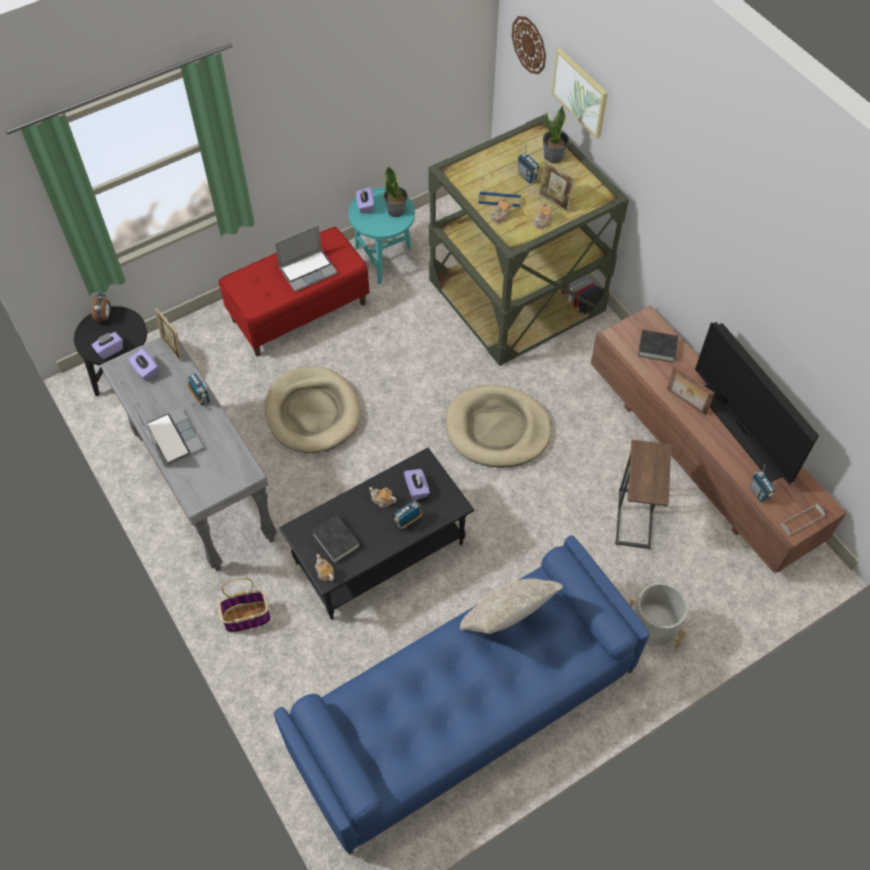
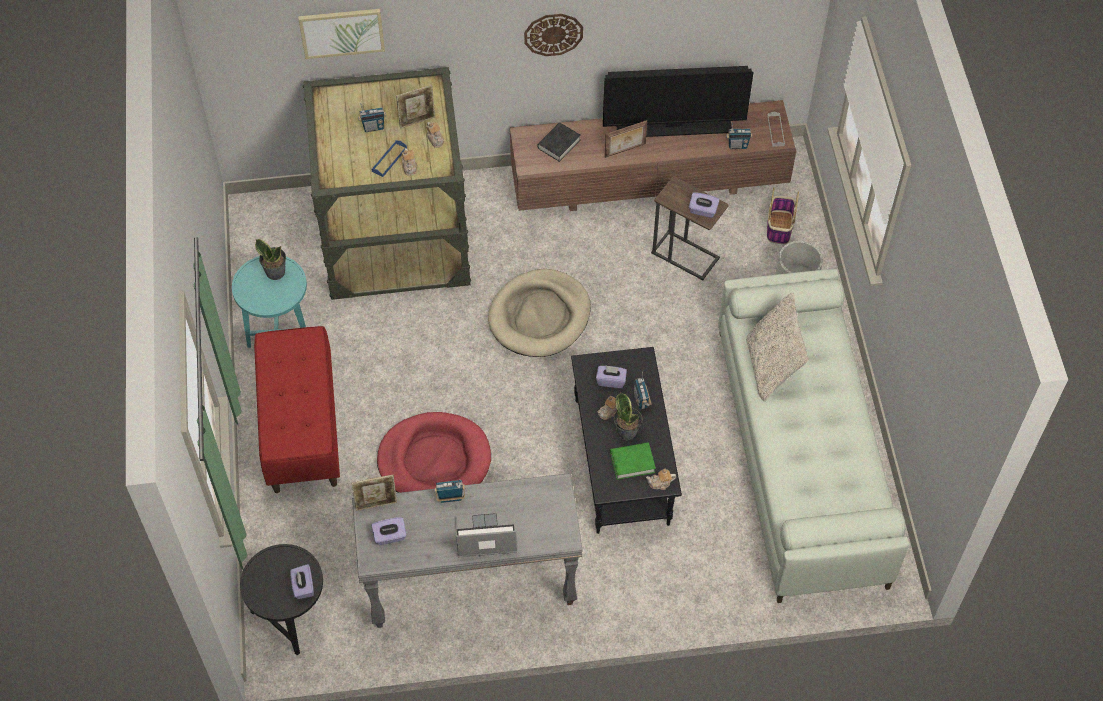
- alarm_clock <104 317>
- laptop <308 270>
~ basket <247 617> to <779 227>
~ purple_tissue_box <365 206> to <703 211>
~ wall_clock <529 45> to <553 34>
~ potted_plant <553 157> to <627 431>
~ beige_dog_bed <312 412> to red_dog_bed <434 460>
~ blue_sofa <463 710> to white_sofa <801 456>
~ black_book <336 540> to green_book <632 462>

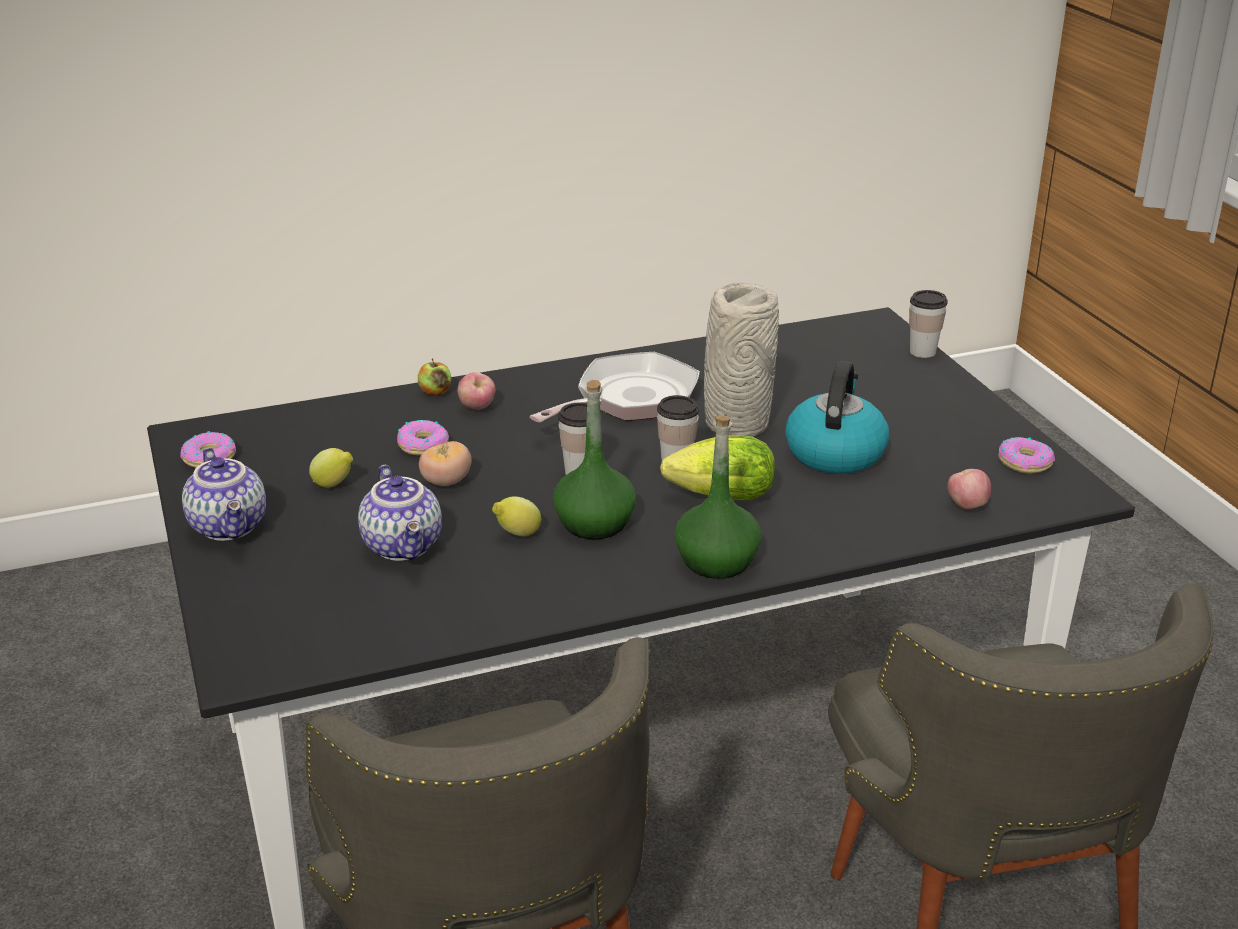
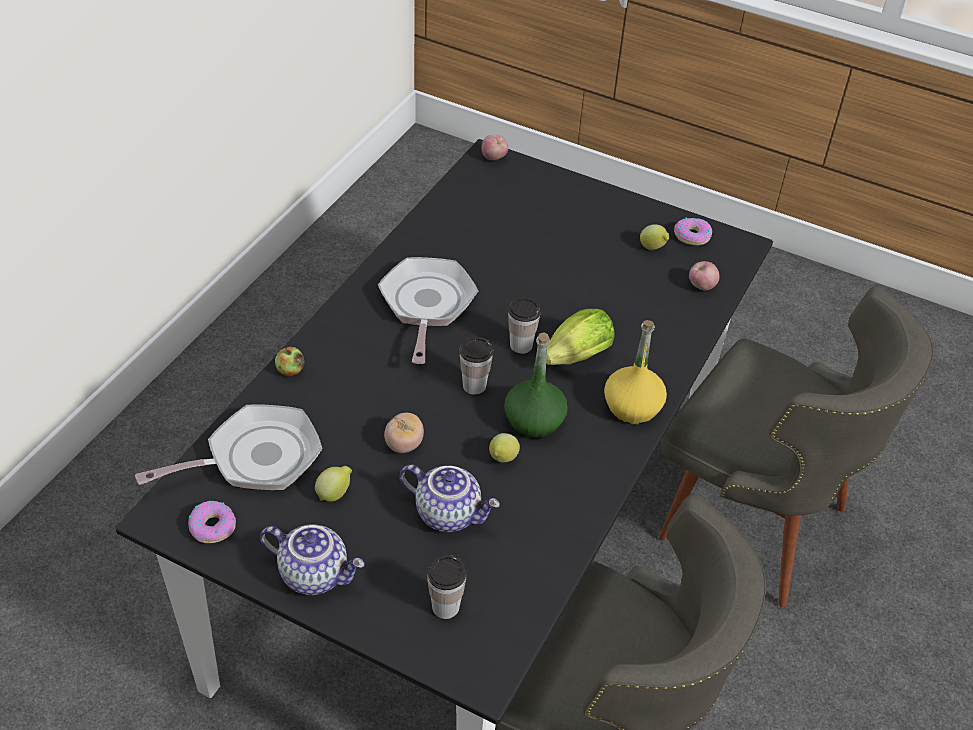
- donut <423 445>
- grey_vase <735 424>
- kettle <835 452>
+ frying_pan <255 458>
+ lemon <653 248>
~ apple <477 408> to <494 158>
~ cup <922 352> to <445 607>
~ green_bottle <717 561> to yellow_bottle <632 407>

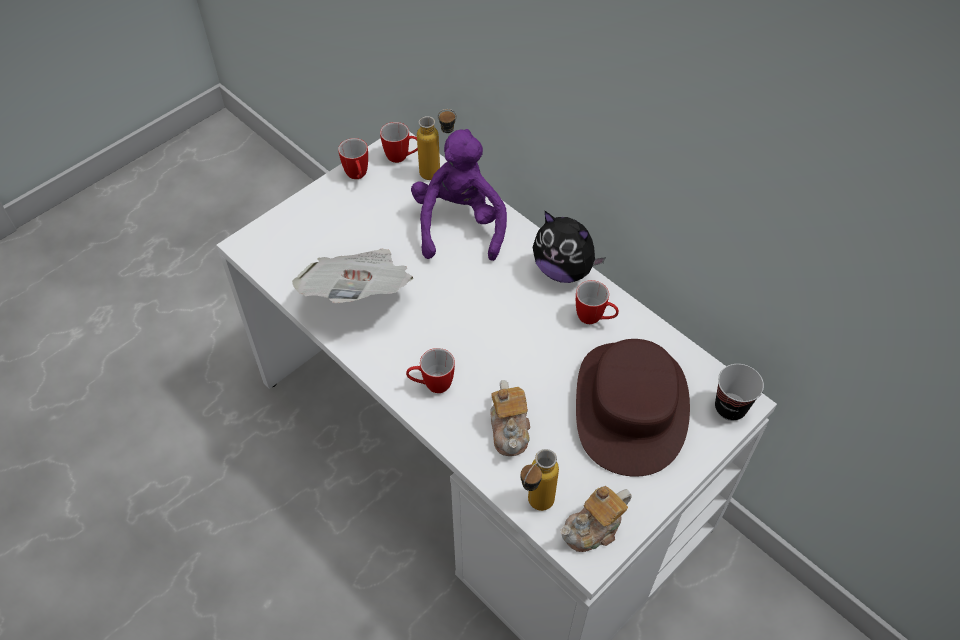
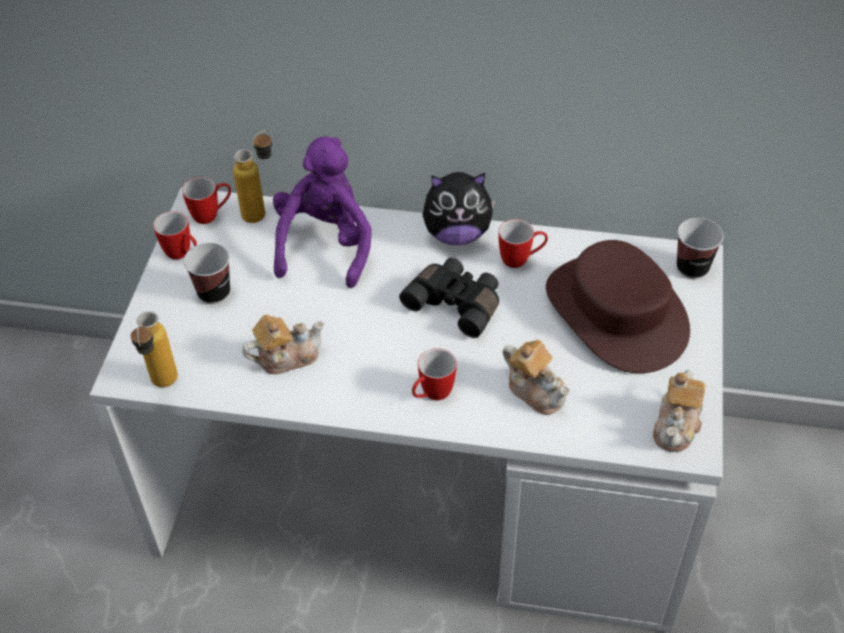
+ cup <214 293>
+ black_binoculars <456 303>
~ bottle <534 508> to <162 387>
~ newspaper <359 293> to teapot <286 356>
~ purple_plush_toy <459 224> = <325 245> 45 degrees clockwise

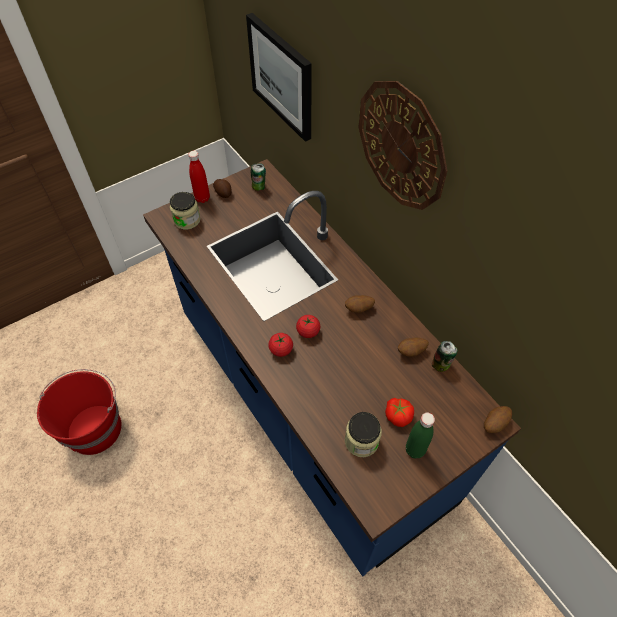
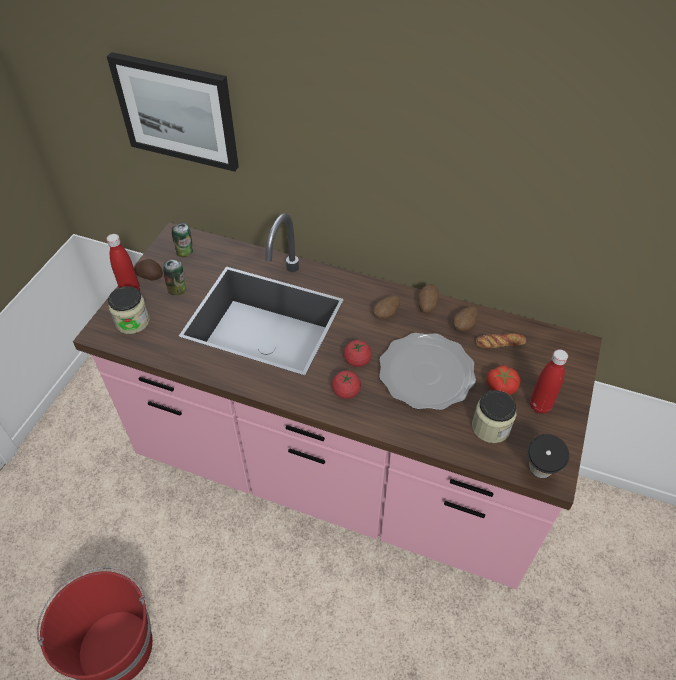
- wall_clock <402 146>
+ plate <425 373>
+ bread <500 343>
+ cup <538 474>
~ can <441 364> to <178 289>
~ potato <494 423> to <426 305>
~ blue_counter <308 407> to pink_counter <338 472>
~ green_bottle <415 450> to red_bottle <540 406>

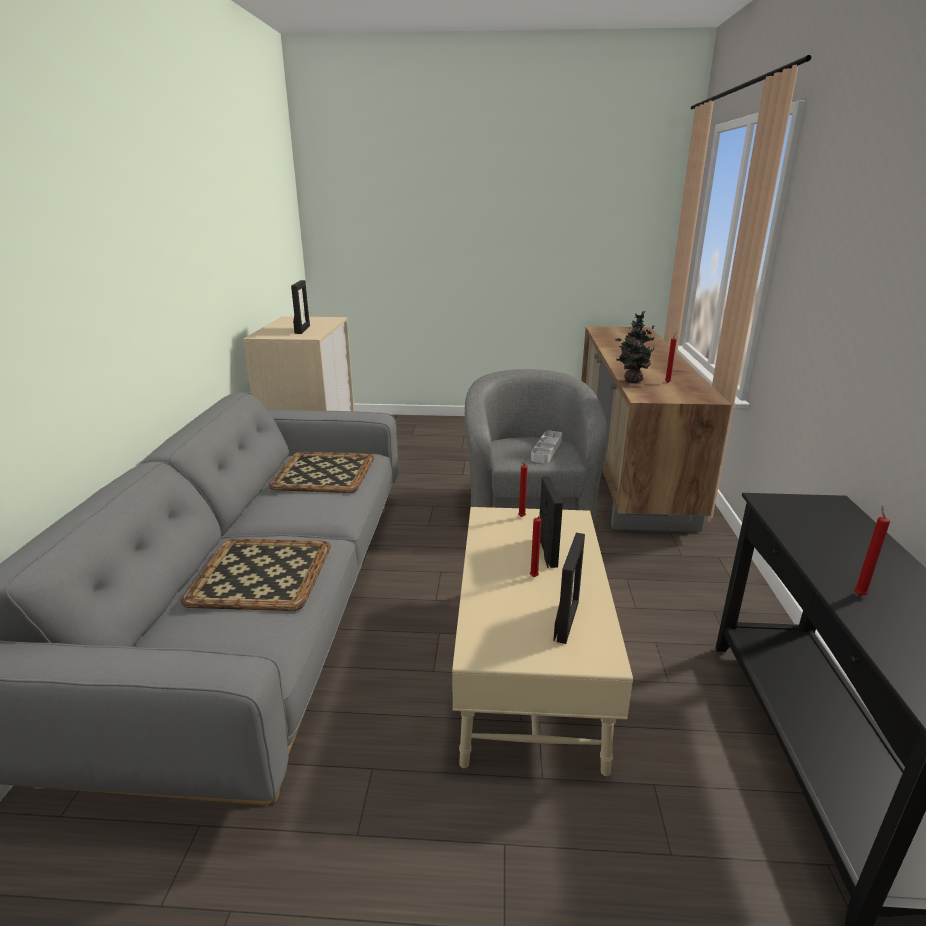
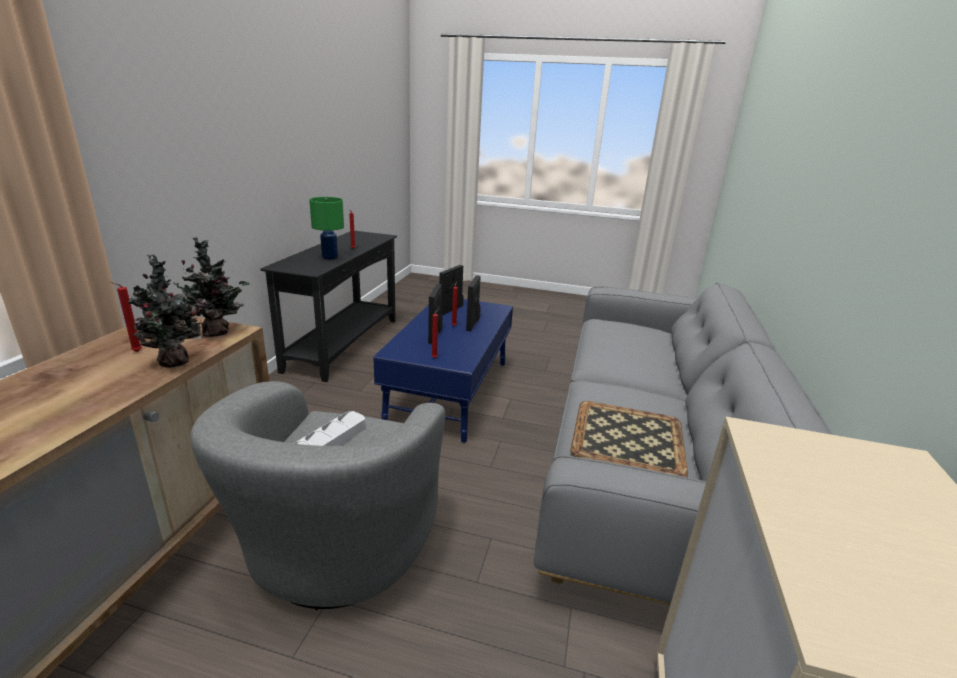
- tray <260 573>
+ potted_plant <218 332>
+ green_table_lamp <331 257>
~ picture_frame <302 329> to <473 324>
~ beige_coffee_table <529 665> to blue_coffee_table <450 392>

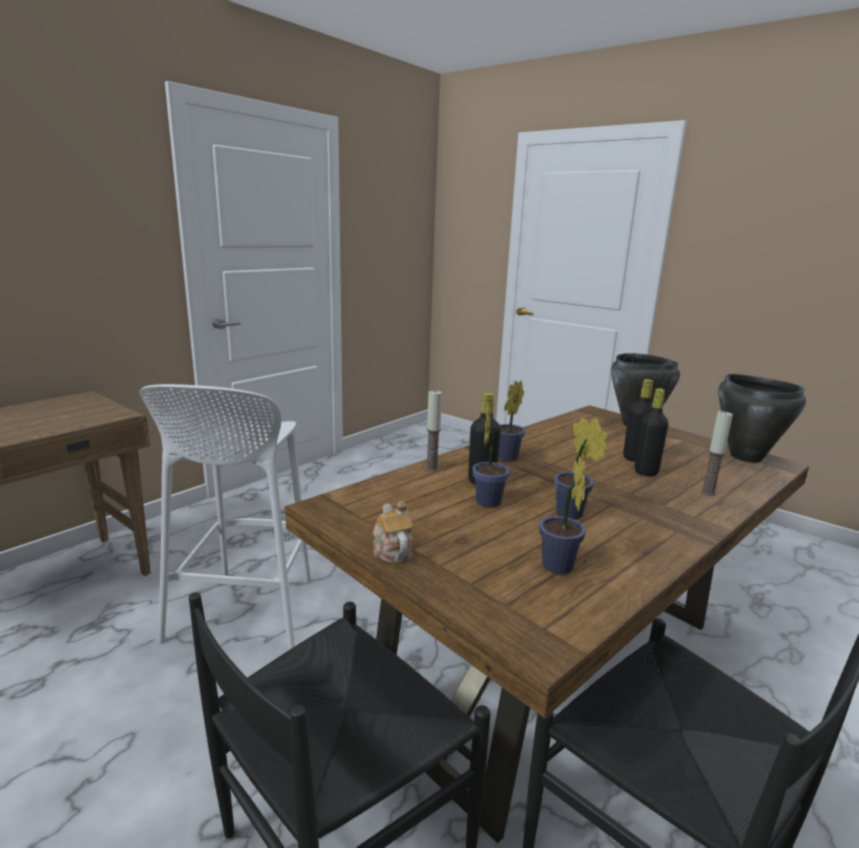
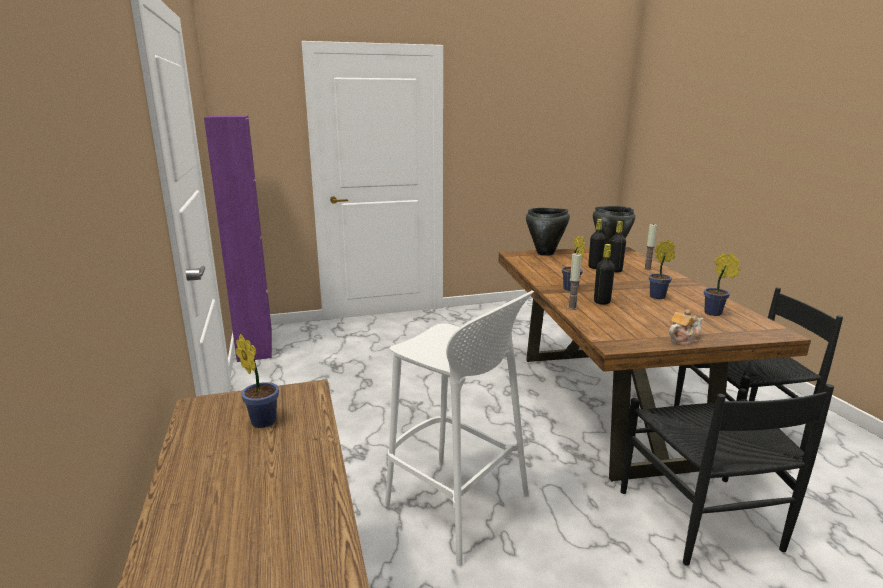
+ purple_cabinet <255 345>
~ potted_plant <488 500> to <262 420>
~ teapot <391 550> = <683 340> 135 degrees clockwise

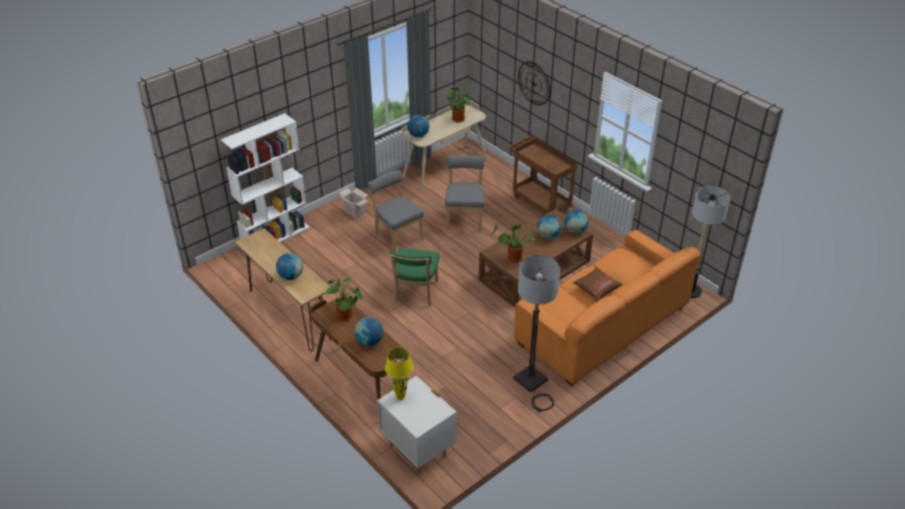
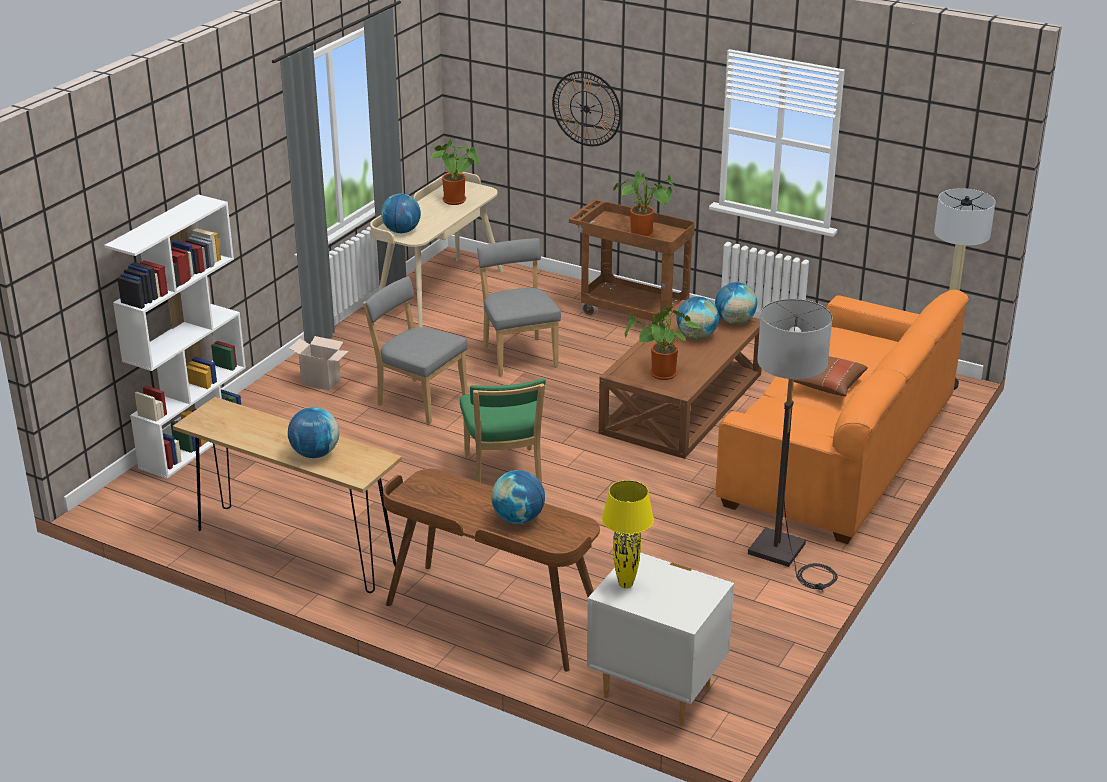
~ potted_plant <346 317> to <644 235>

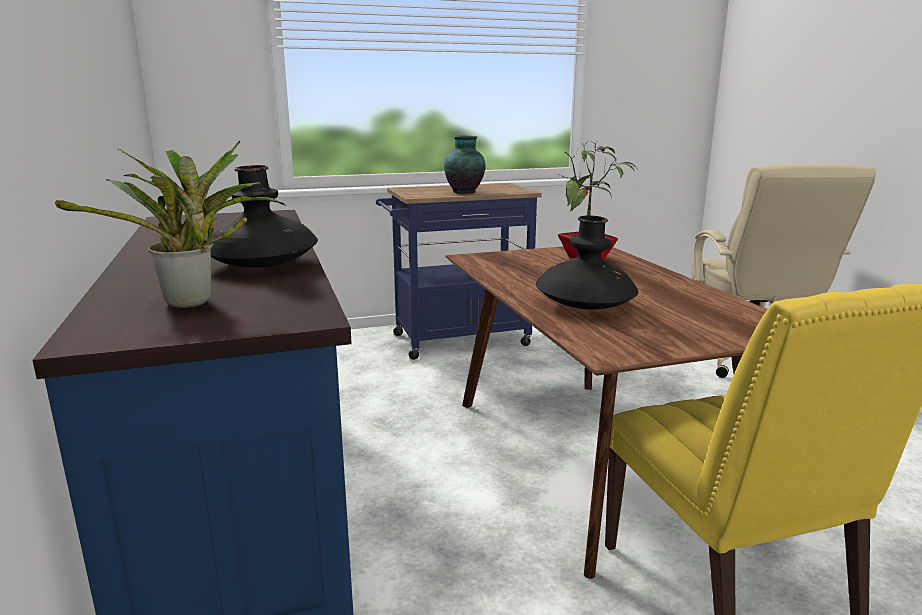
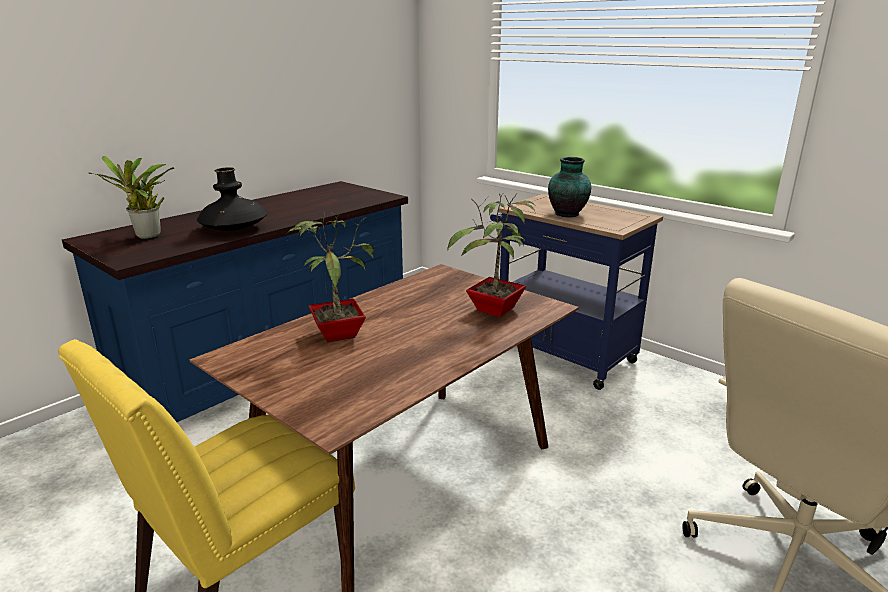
~ black_vase <585 305> to potted_plant <337 333>

